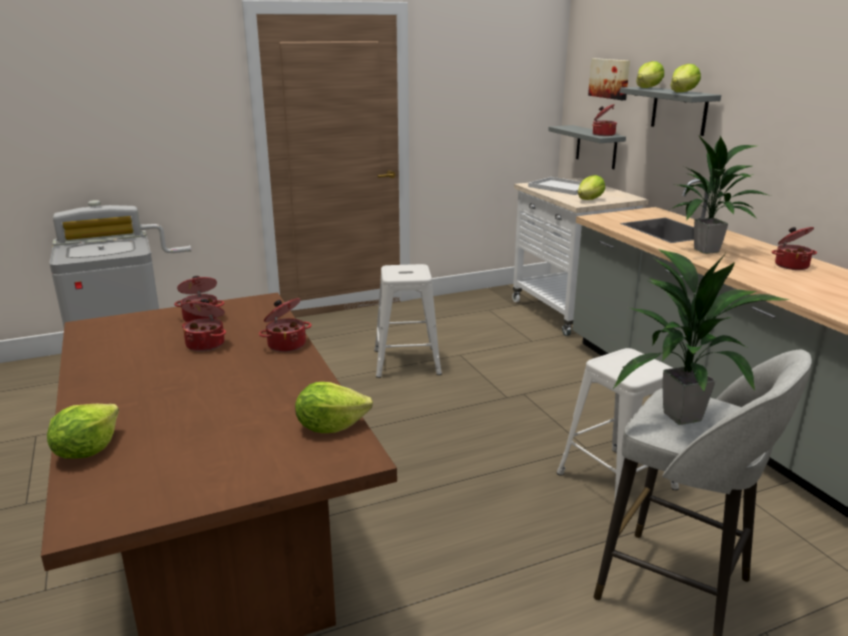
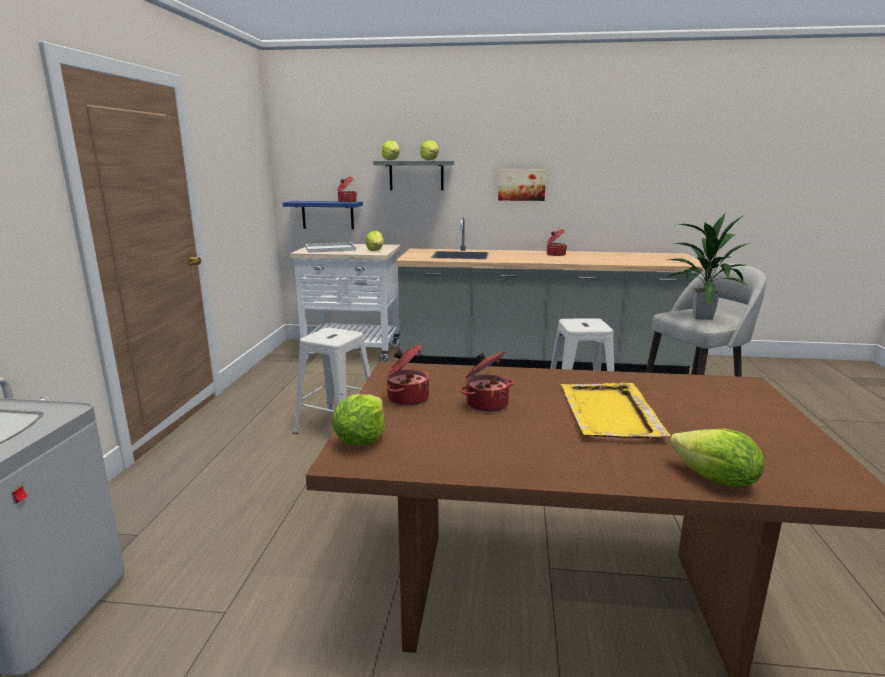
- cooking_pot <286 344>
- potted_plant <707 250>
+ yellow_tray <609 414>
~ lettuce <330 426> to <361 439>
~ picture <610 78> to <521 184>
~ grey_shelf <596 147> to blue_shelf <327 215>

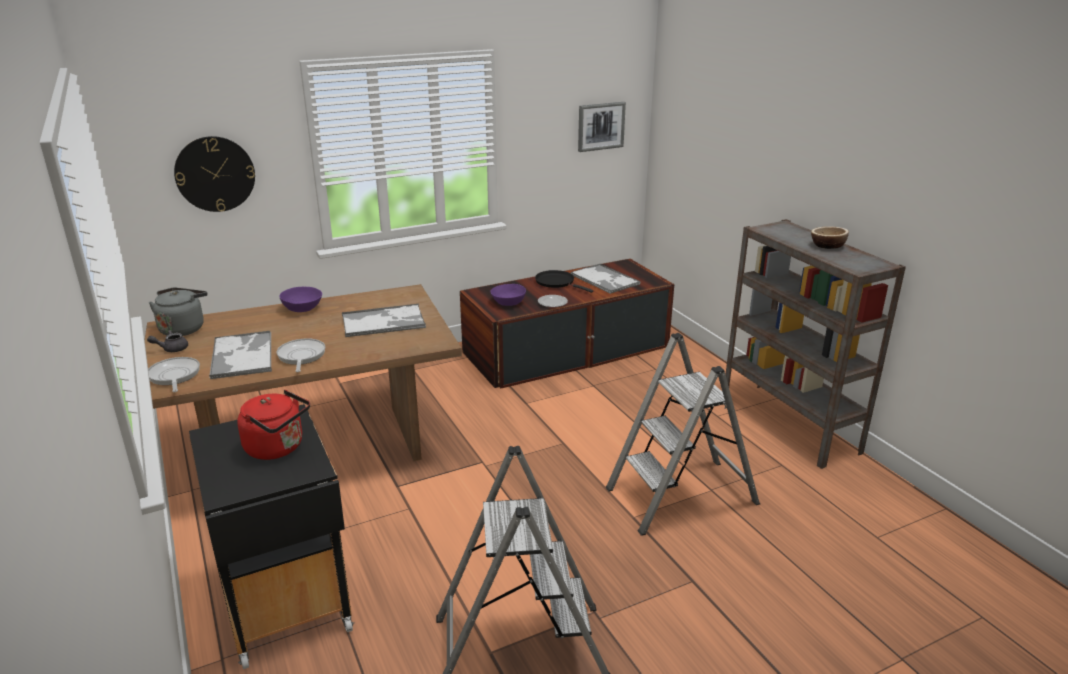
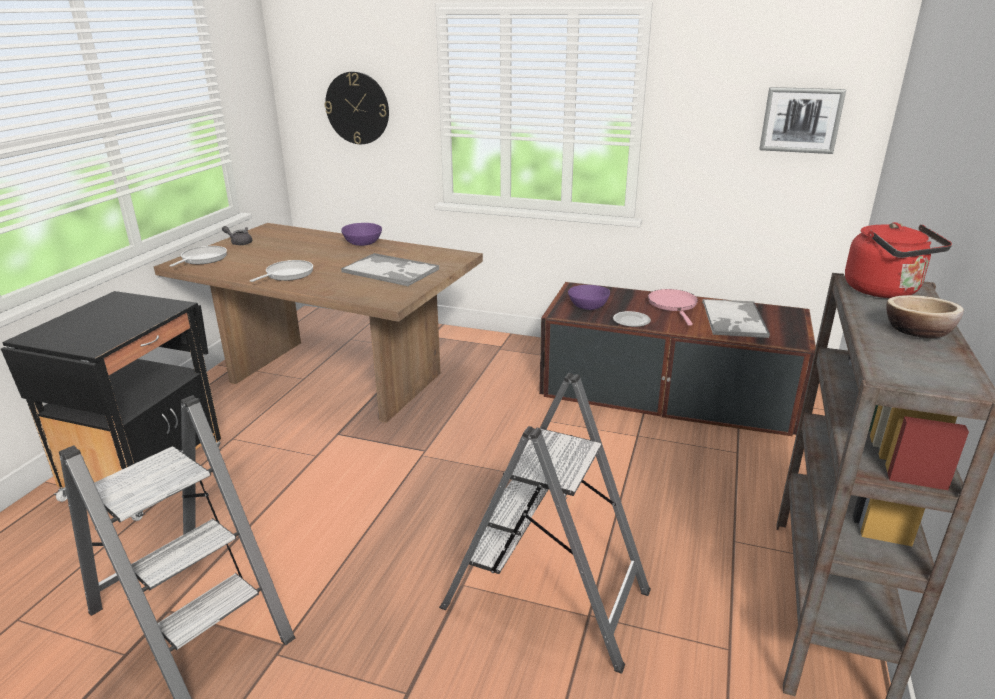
- grey_kettle <183 328>
- tray <242 355>
~ red_kettle <278 448> to <885 291>
~ black_frying_pan <557 282> to pink_frying_pan <673 305>

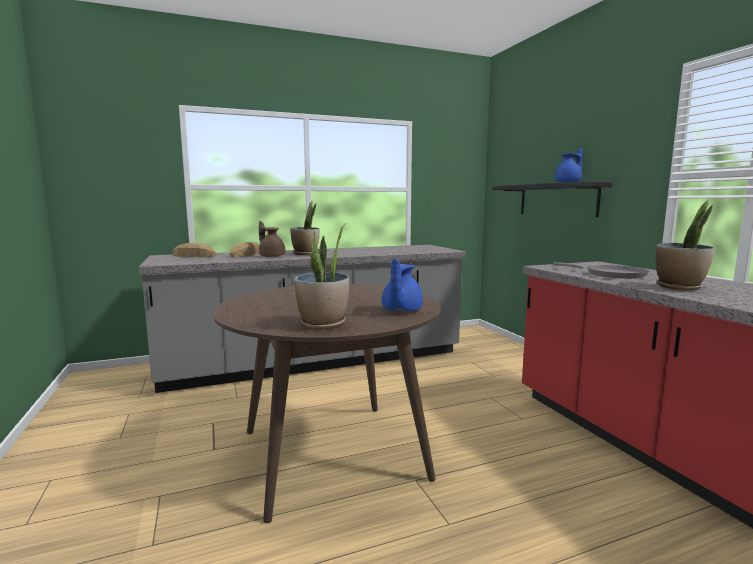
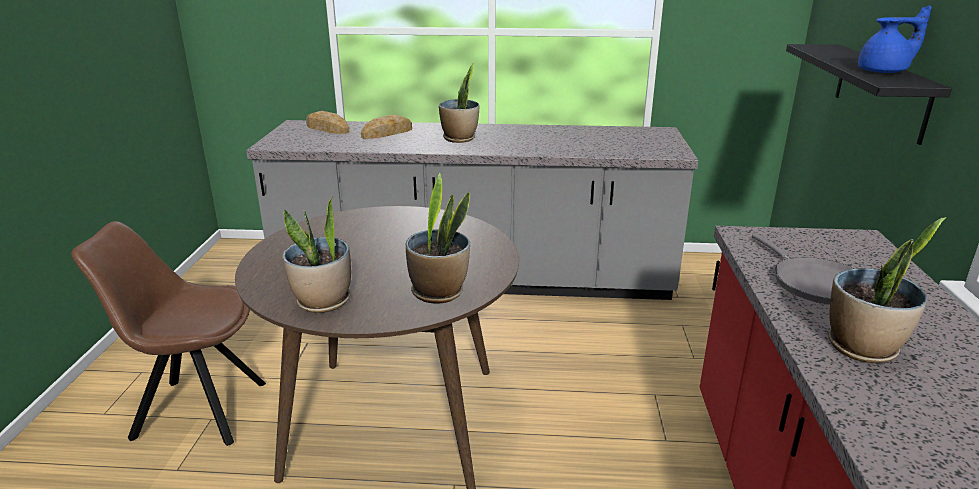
- brown_teapot <271 256>
+ brown_chair <199 411>
~ blue_teapot <400 310> to potted_plant <439 292>

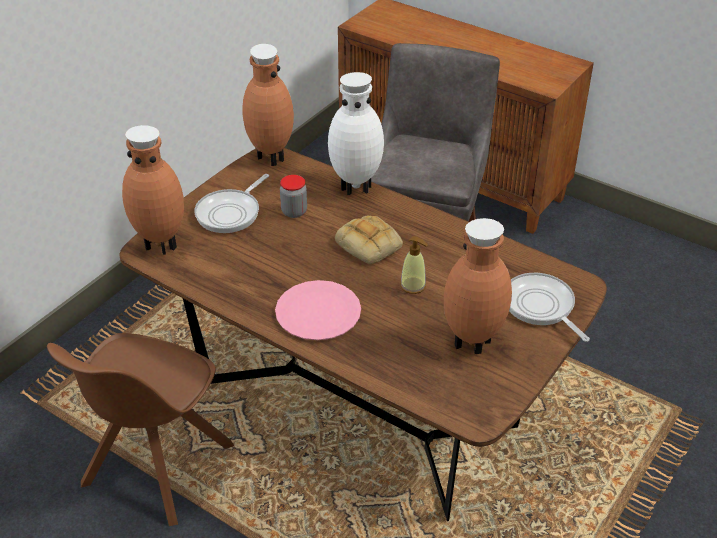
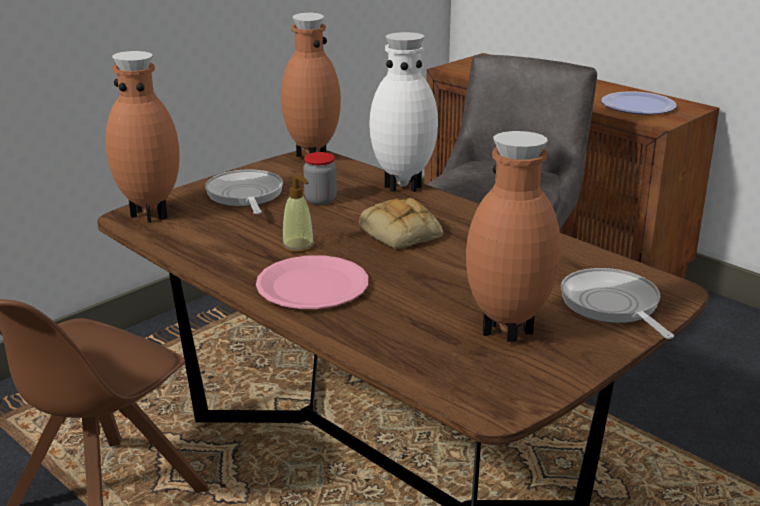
+ plate <638 105>
~ soap_dispenser <413 286> to <298 246>
~ frying_pan <231 213> = <245 196> 120 degrees clockwise

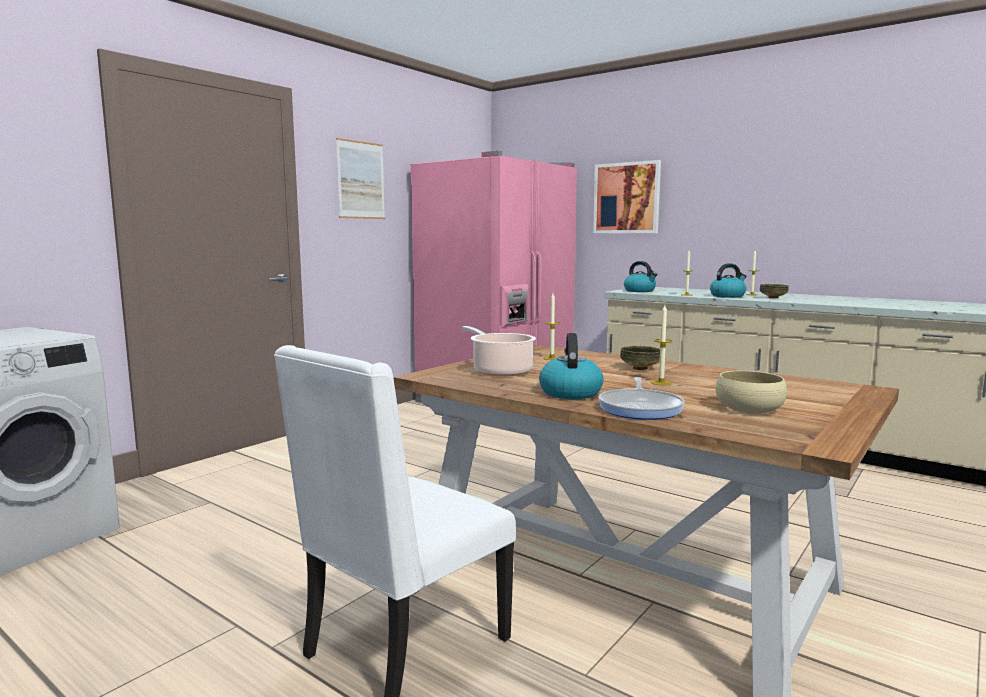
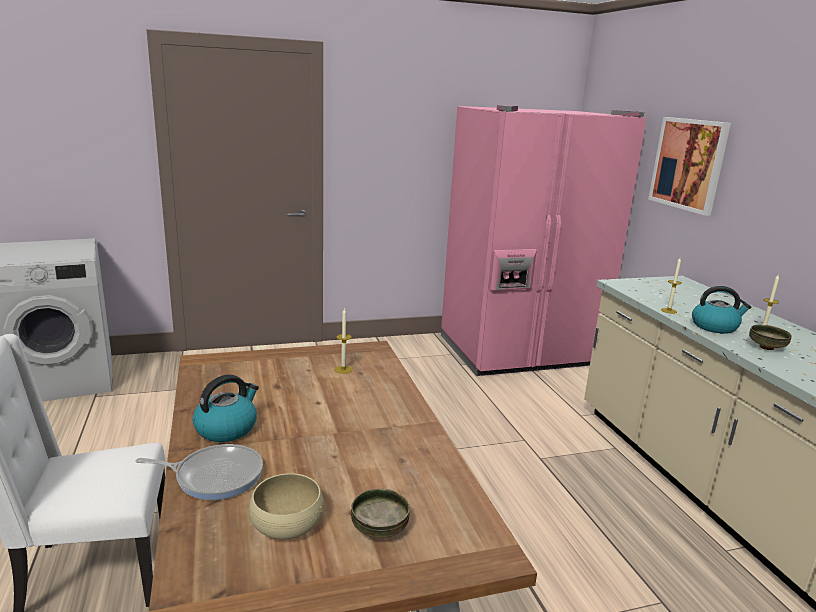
- picture <361 180>
- cooking_pot <500 371>
- kettle <640 291>
- candle <661 383>
~ bowl <639 368> to <379 529>
~ frying_pan <641 408> = <215 476> 135 degrees counterclockwise

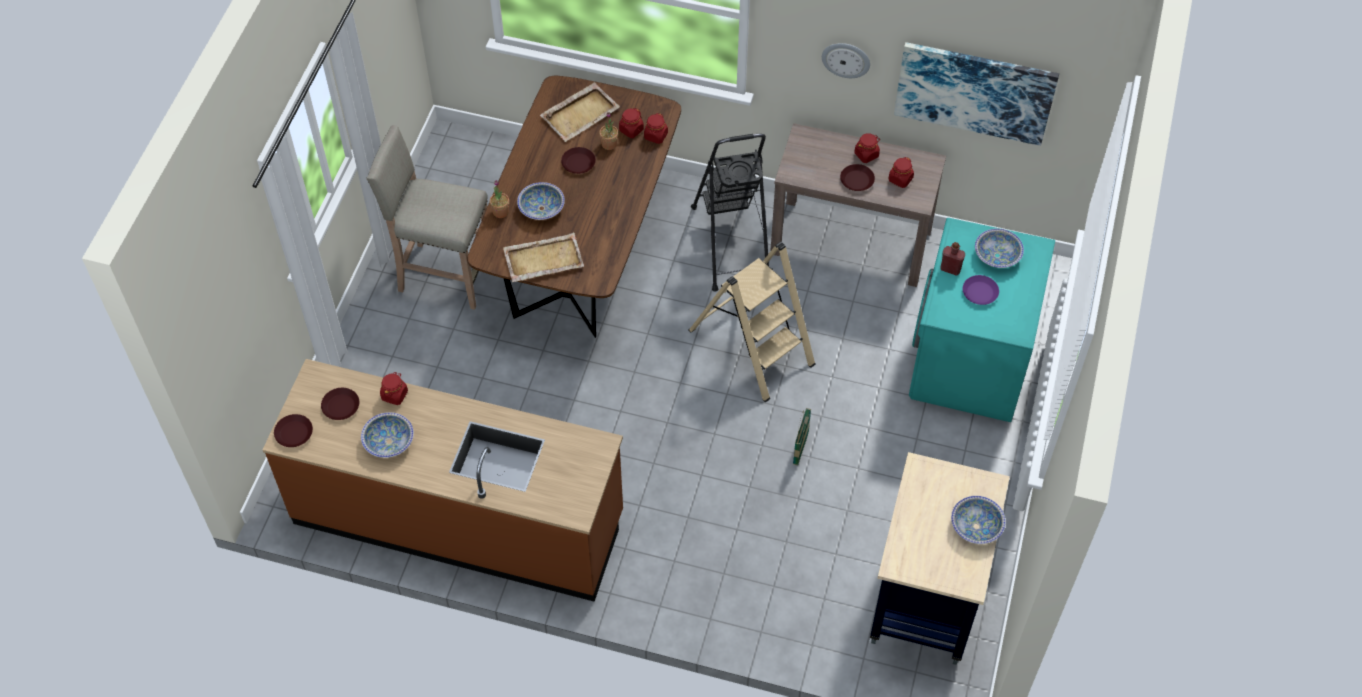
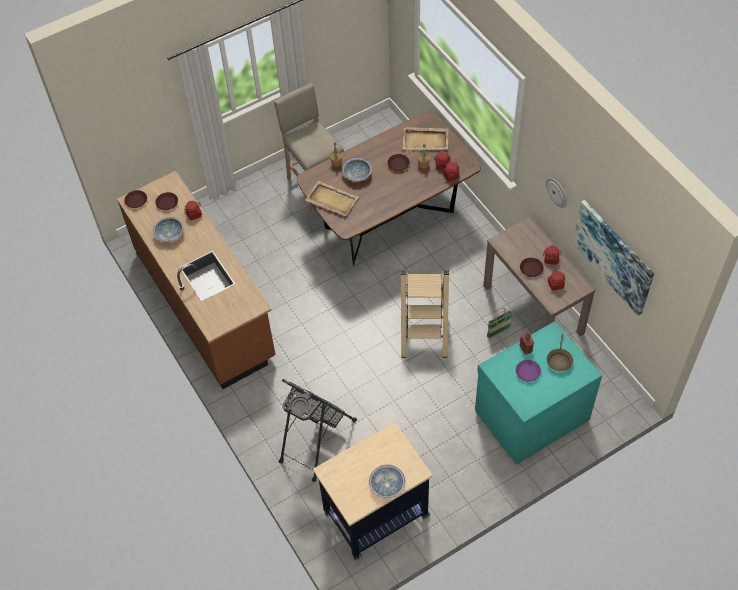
~ step_ladder <730 244> to <317 441>
~ basket <800 449> to <498 332>
~ bowl <997 256> to brown_frying_pan <559 360>

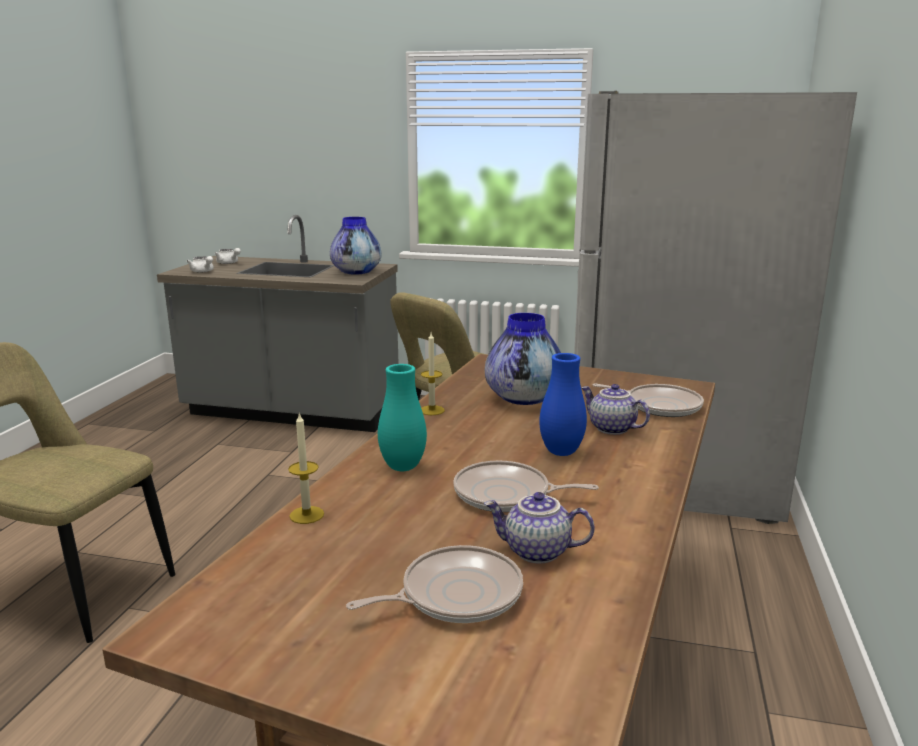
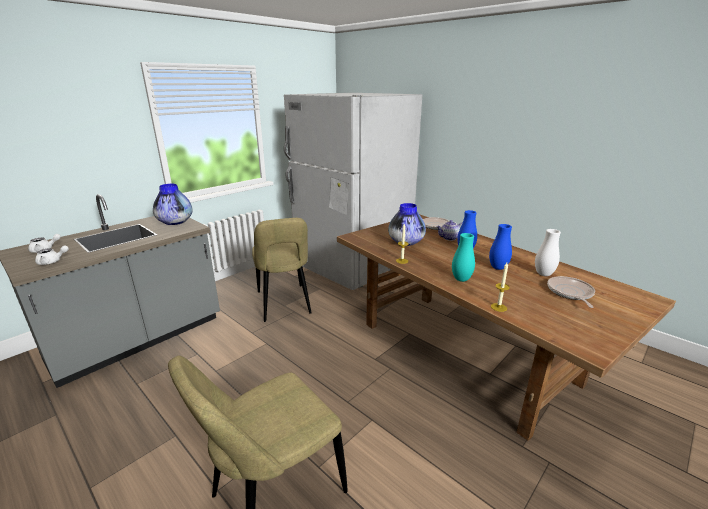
~ frying_pan <507 495> to blue_vase <498 268>
~ teapot <536 552> to white_vase <543 274>

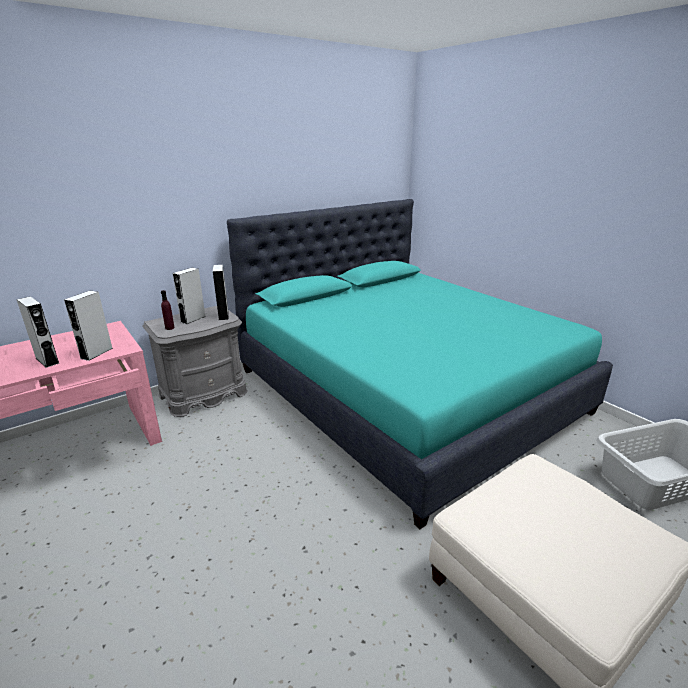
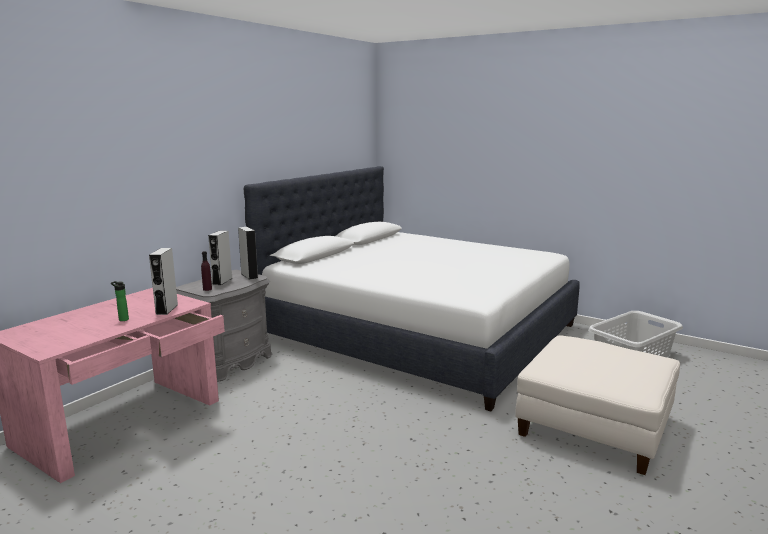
~ grey_speaker <47 360> to bottle <122 319>
~ turquoise_bed <405 390> to white_bed <418 332>

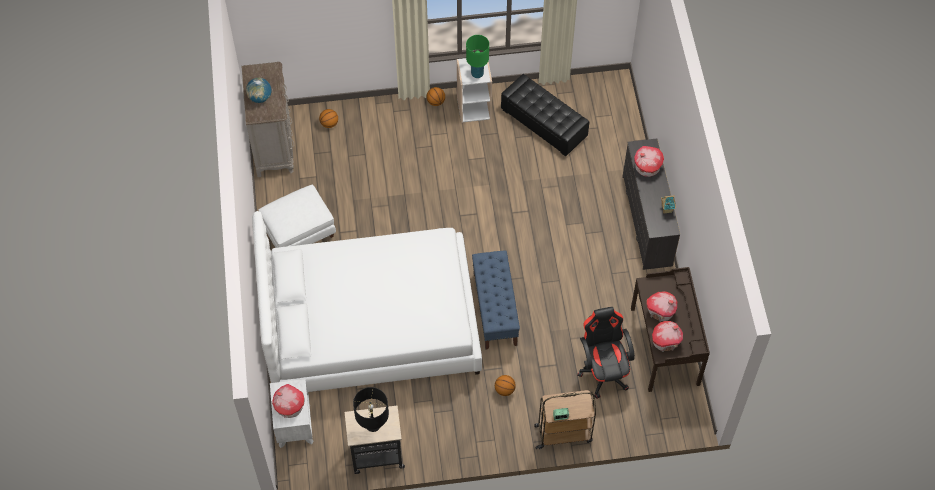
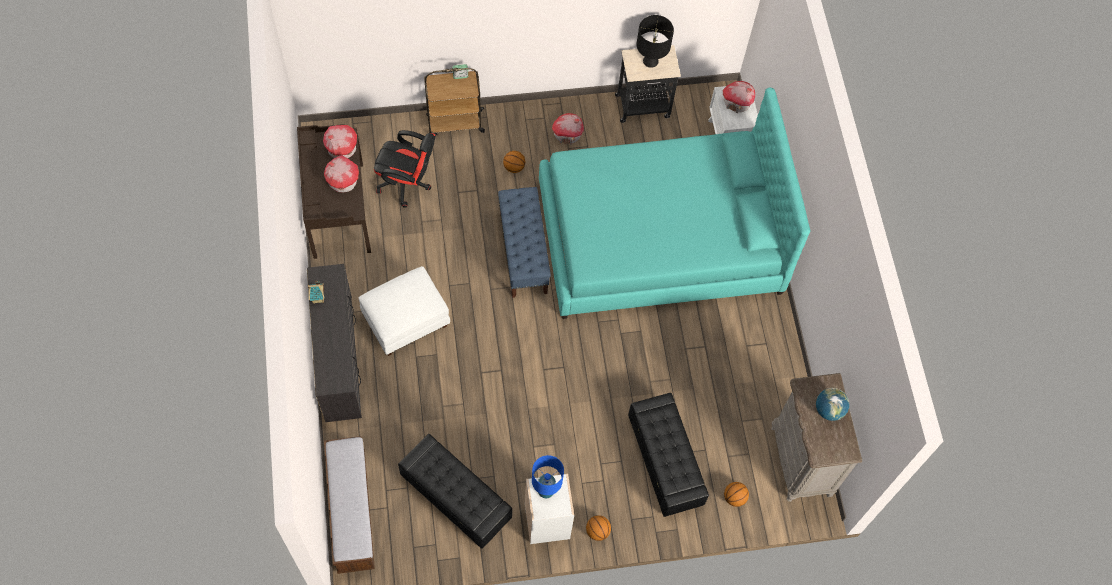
+ bench <351 511>
+ black_ottoman <664 460>
~ white_ottoman <299 232> to <406 322>
~ toy_house <647 168> to <567 135>
~ white_bed <370 324> to turquoise_bed <660 238>
~ green_table_lamp <477 74> to blue_table_lamp <545 490>
~ black_office_chair <603 371> = <408 184> 60 degrees counterclockwise

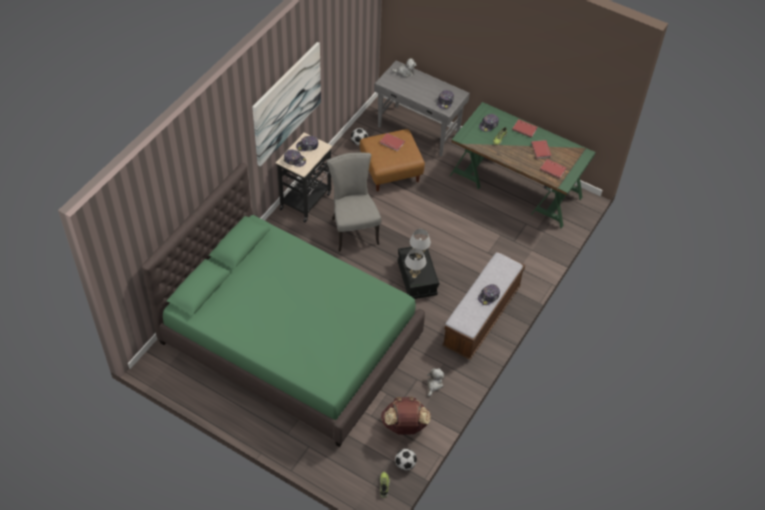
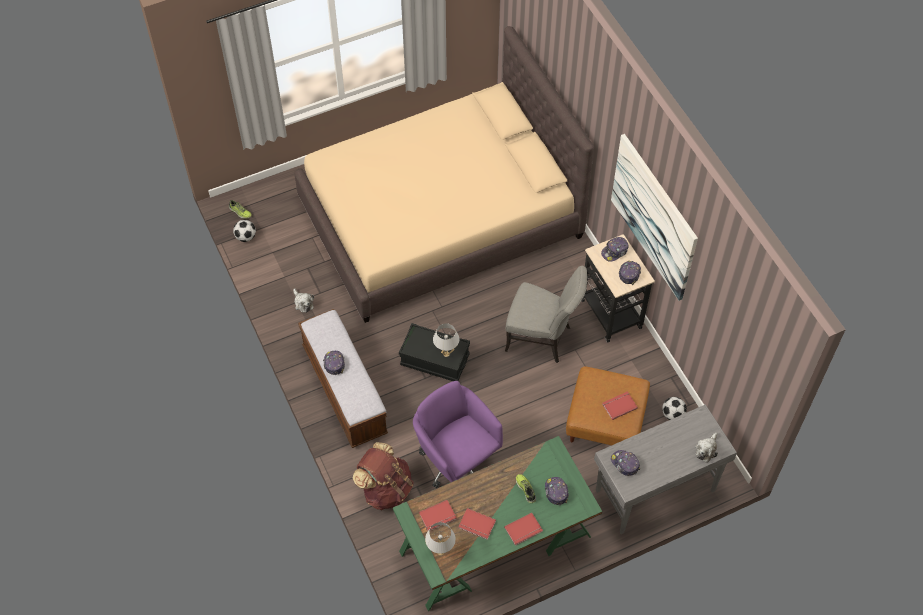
+ purple_office_chair <456 463>
~ brown_backpack <405 426> to <386 489>
~ white_table_lamp <414 276> to <440 552>
~ green_bed <291 339> to beige_bed <441 218>

